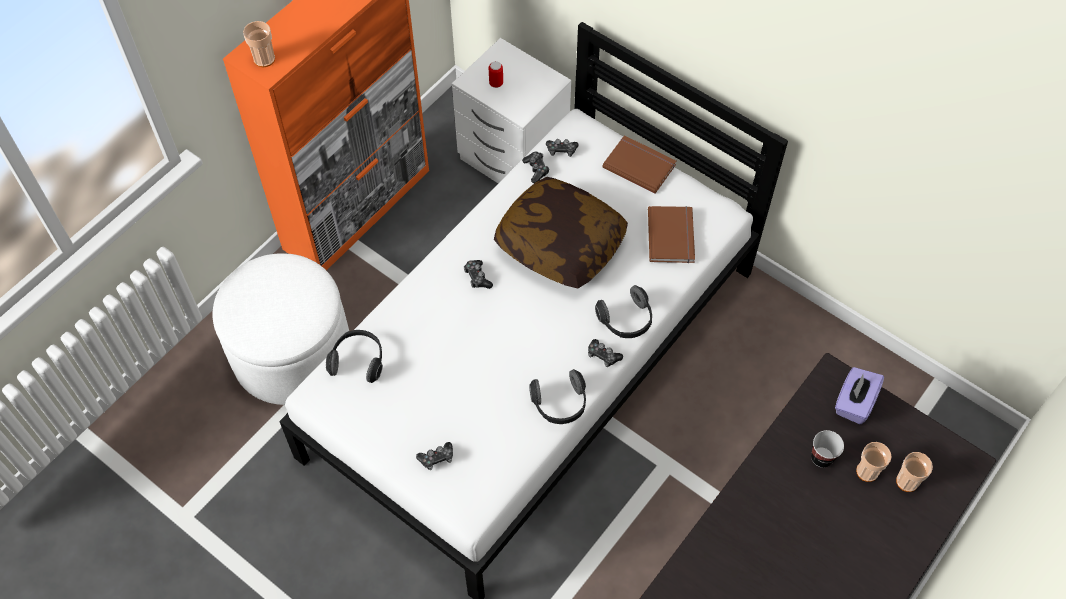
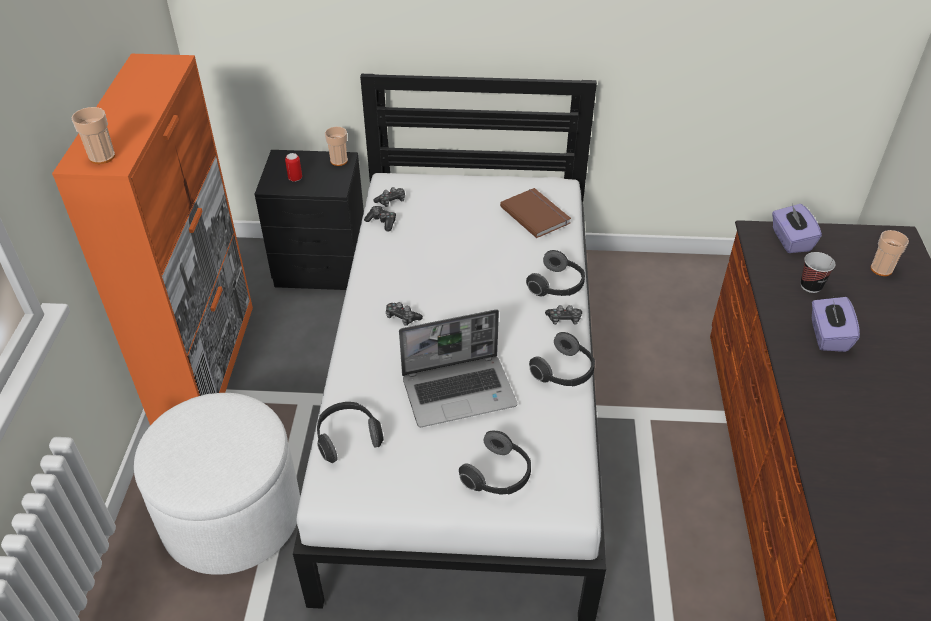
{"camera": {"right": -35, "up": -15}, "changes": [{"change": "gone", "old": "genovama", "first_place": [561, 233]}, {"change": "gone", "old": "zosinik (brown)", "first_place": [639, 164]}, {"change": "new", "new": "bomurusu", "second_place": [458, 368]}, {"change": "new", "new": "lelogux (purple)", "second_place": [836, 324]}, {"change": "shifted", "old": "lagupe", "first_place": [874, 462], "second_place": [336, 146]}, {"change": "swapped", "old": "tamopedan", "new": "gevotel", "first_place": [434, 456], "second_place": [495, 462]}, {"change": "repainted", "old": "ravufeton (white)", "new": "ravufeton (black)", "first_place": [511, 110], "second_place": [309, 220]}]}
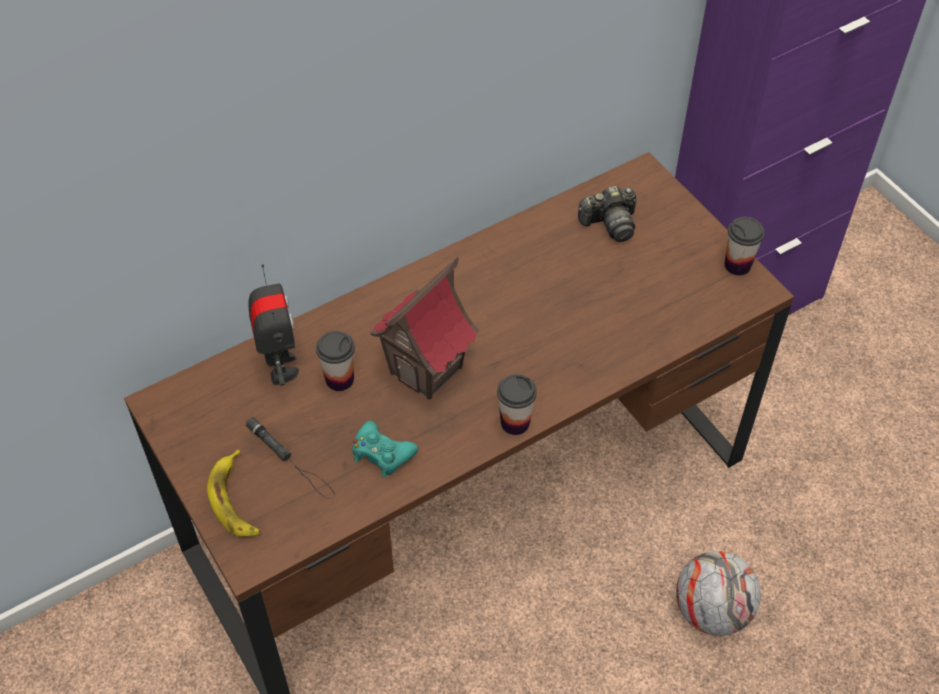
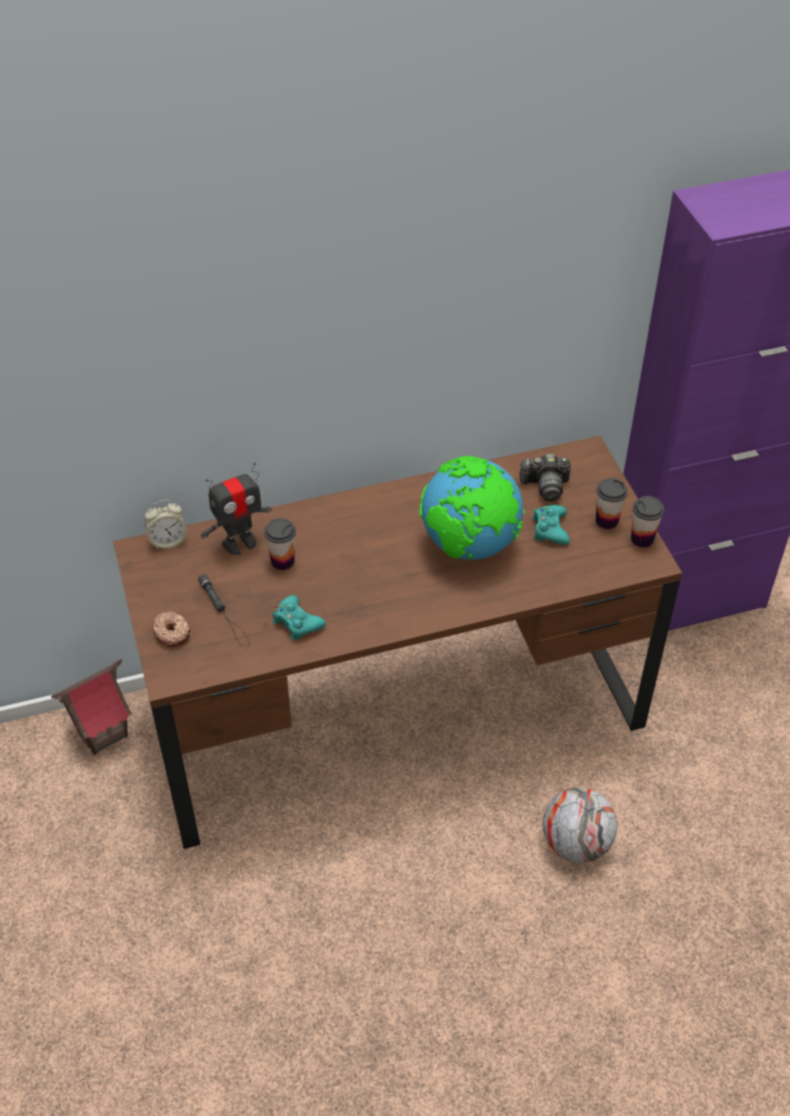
{"camera": {"right": 15, "up": -5}, "changes": [{"change": "new", "new": "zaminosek", "second_place": [166, 524]}, {"change": "new", "new": "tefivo", "second_place": [472, 508]}, {"change": "new", "new": "tamopedan (turquoise)", "second_place": [551, 525]}, {"change": "shifted", "old": "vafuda", "first_place": [424, 328], "second_place": [91, 707]}, {"change": "shifted", "old": "lagupe", "first_place": [517, 404], "second_place": [612, 503]}, {"change": "swapped", "old": "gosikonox", "new": "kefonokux", "first_place": [233, 493], "second_place": [172, 629]}, {"change": "rotated", "old": "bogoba", "first_place": [273, 325], "second_place": [236, 509], "degrees": 60}]}
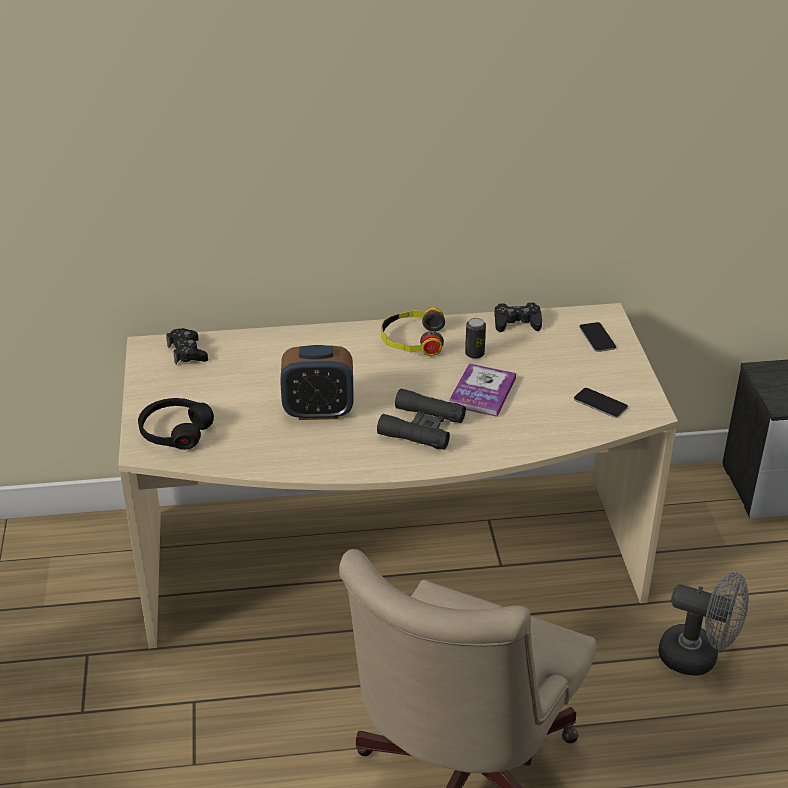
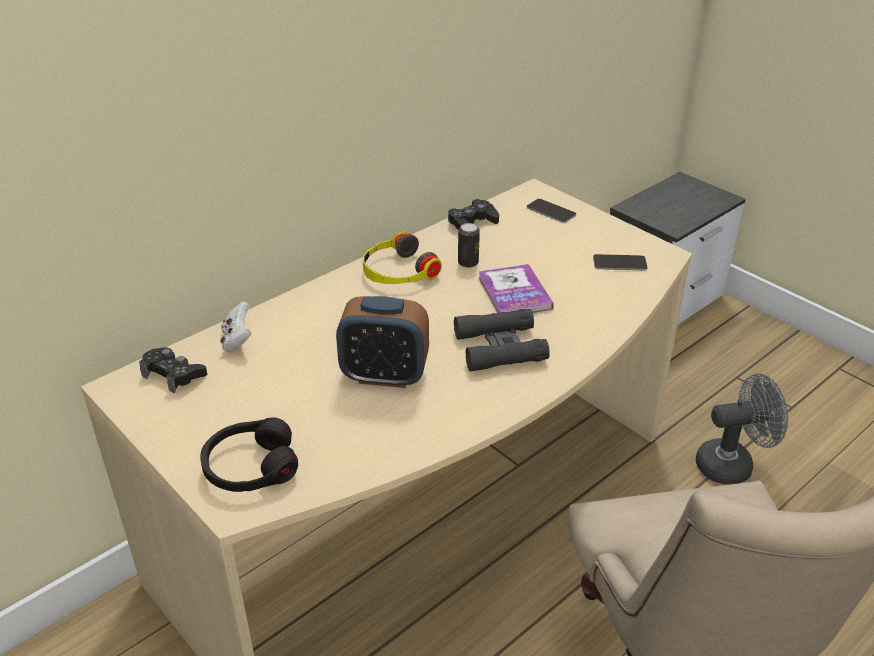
{"camera": {"right": -35, "up": 0}, "changes": [{"change": "new", "new": "tamopedan (white)", "second_place": [236, 326]}, {"change": "rotated", "old": "zaminosek", "first_place": [317, 382], "second_place": [382, 342], "degrees": 45}]}
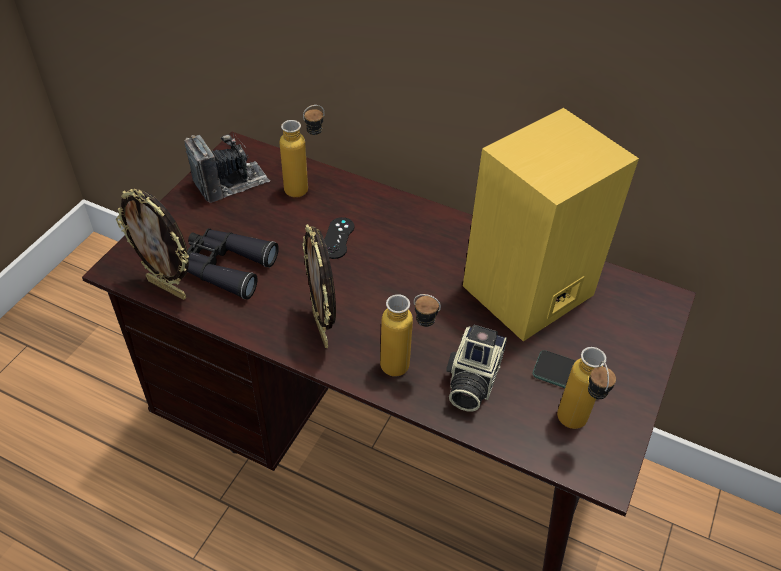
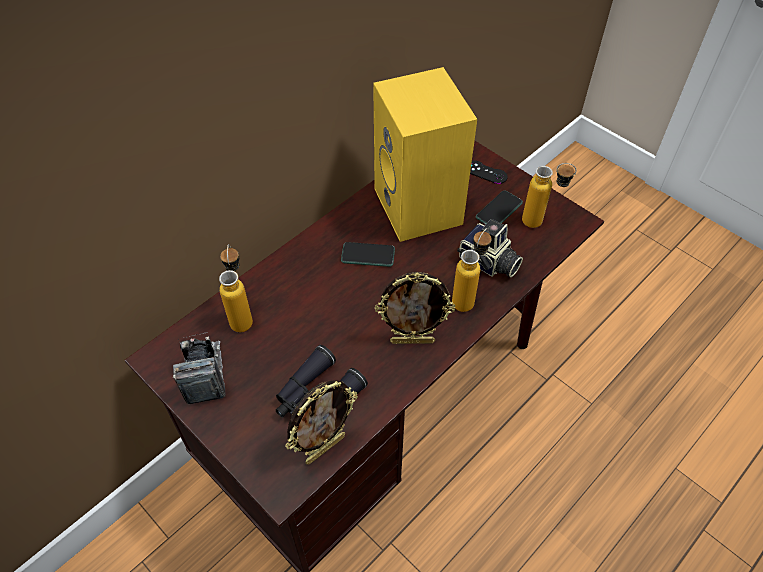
{"camera": {"right": -70, "up": 5}, "changes": [{"change": "new", "new": "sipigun", "second_place": [368, 254]}, {"change": "shifted", "old": "tamopedan (black)", "first_place": [339, 238], "second_place": [489, 172]}]}
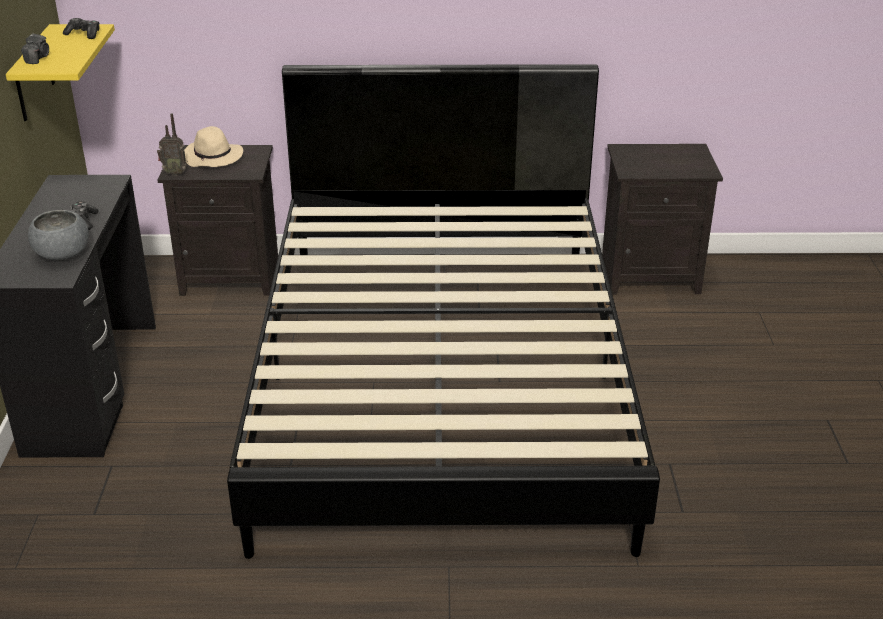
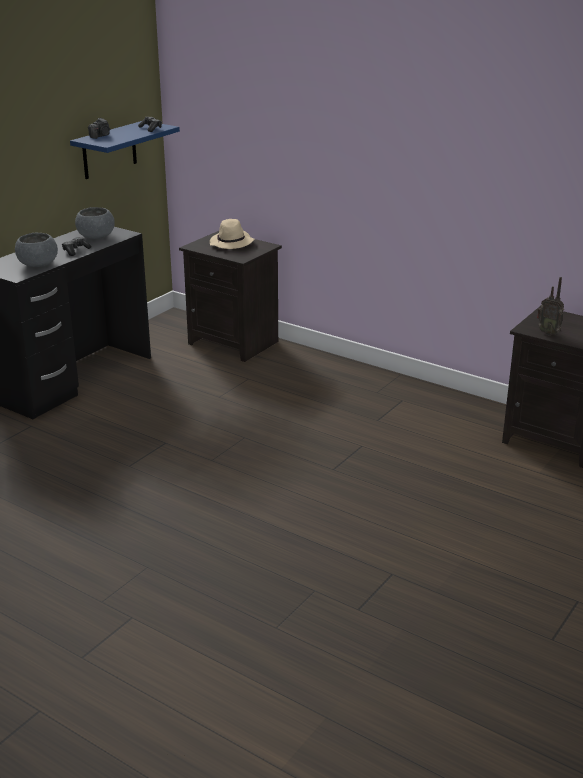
{"camera": {"right": 35, "up": -5}, "changes": [{"change": "gone", "old": "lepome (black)", "first_place": [443, 311]}, {"change": "new", "new": "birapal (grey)", "second_place": [95, 223]}, {"change": "shifted", "old": "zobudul", "first_place": [172, 144], "second_place": [550, 306]}, {"change": "repainted", "old": "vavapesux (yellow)", "new": "vavapesux (blue)", "first_place": [60, 72], "second_place": [125, 150]}]}
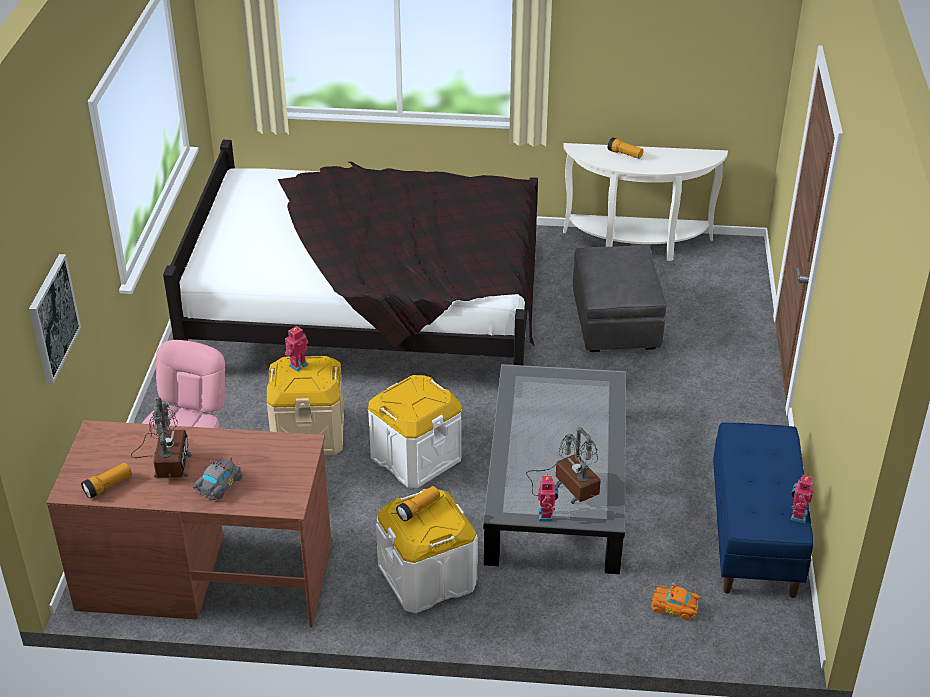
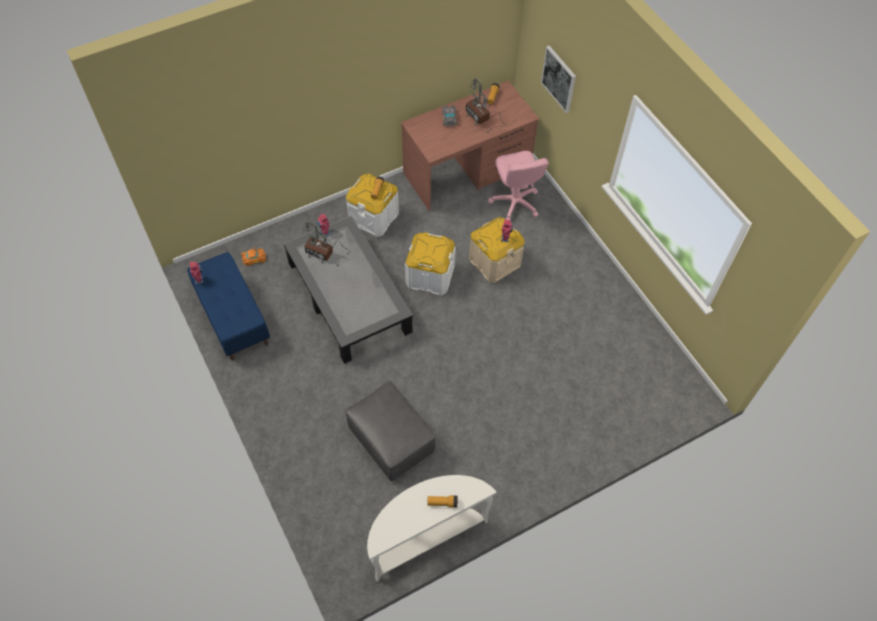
{"camera": {"right": 145, "up": 20}, "changes": [{"change": "gone", "old": "lepome (black)", "first_place": [350, 252]}]}
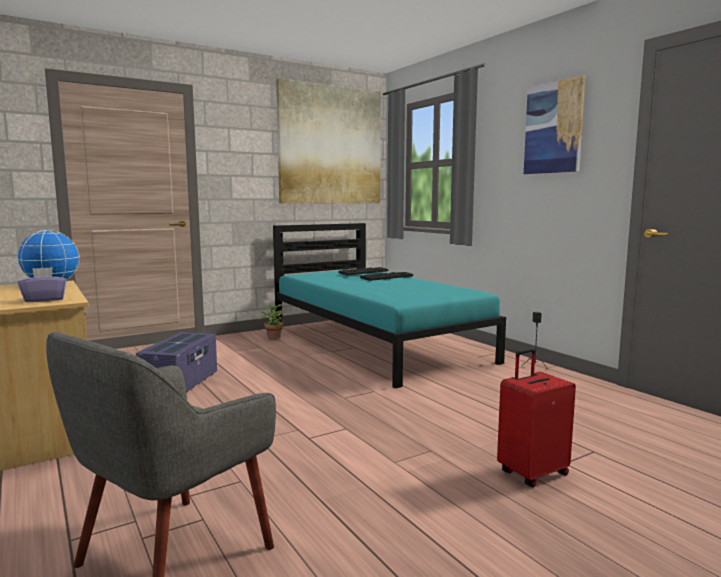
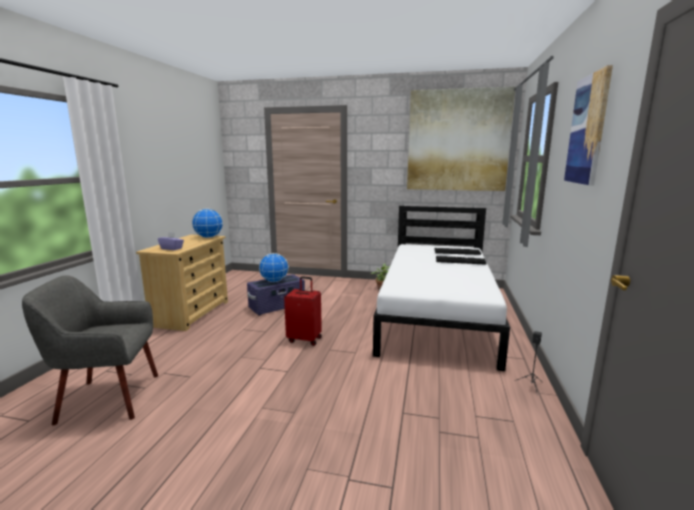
{"camera": {"right": 45, "up": 5}, "changes": [{"change": "new", "new": "tefivo", "second_place": [274, 267]}, {"change": "shifted", "old": "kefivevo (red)", "first_place": [536, 417], "second_place": [303, 311]}, {"change": "repainted", "old": "lepome (turquoise)", "new": "lepome (white)", "first_place": [389, 305], "second_place": [441, 288]}]}
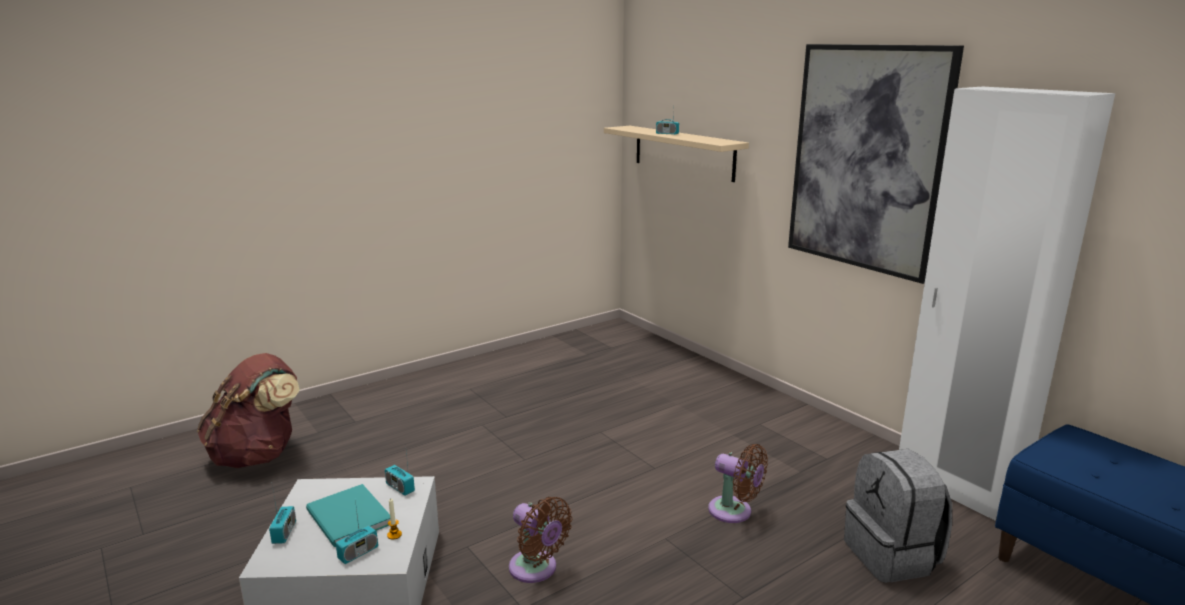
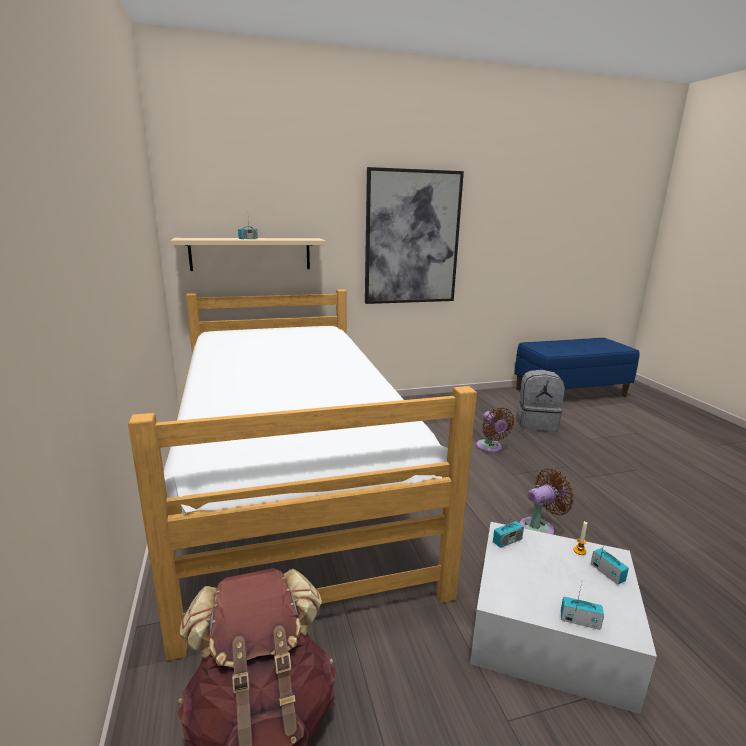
{"camera": {"right": -70, "up": 0}, "changes": [{"change": "gone", "old": "zosinik (turquoise)", "first_place": [348, 515]}, {"change": "gone", "old": "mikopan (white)", "first_place": [1007, 304]}, {"change": "new", "new": "lepome", "second_place": [302, 475]}, {"change": "rotated", "old": "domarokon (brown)", "first_place": [738, 483], "second_place": [495, 430], "degrees": 105}]}
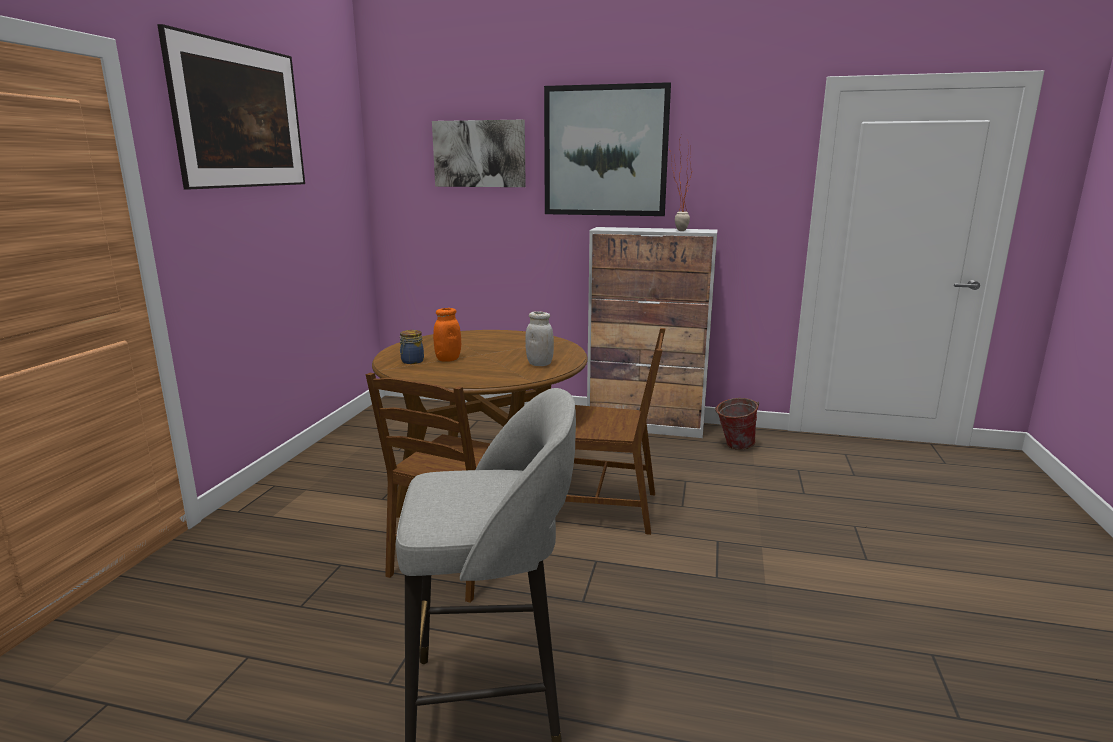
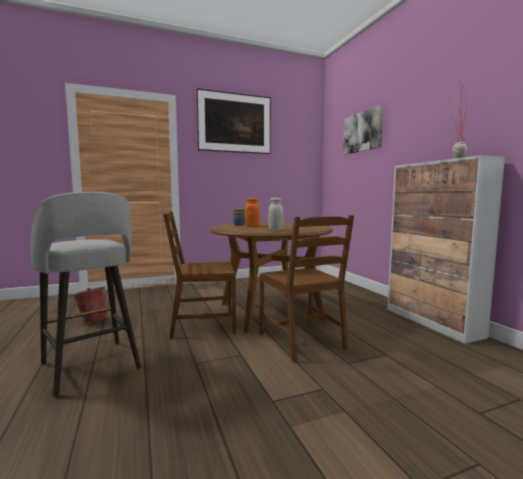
{"camera": {"right": 55, "up": -10}, "changes": [{"change": "gone", "old": "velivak", "first_place": [607, 149]}, {"change": "shifted", "old": "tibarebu", "first_place": [736, 424], "second_place": [90, 305]}]}
